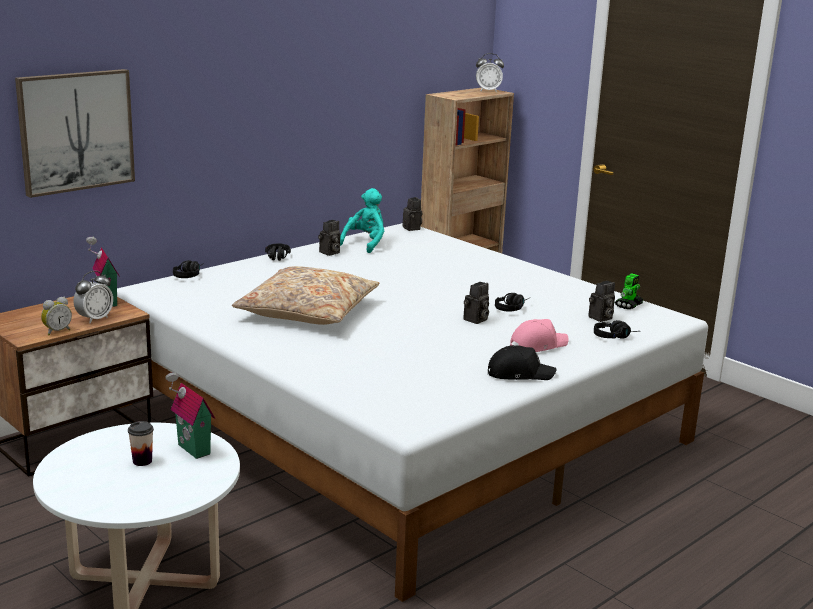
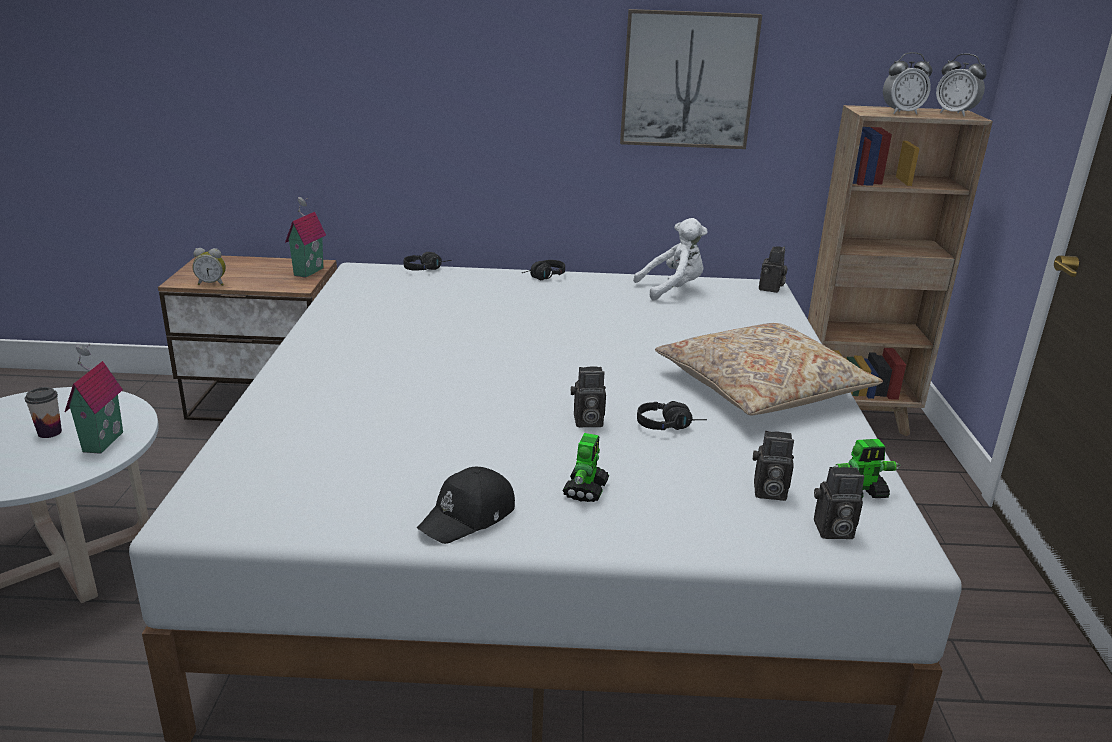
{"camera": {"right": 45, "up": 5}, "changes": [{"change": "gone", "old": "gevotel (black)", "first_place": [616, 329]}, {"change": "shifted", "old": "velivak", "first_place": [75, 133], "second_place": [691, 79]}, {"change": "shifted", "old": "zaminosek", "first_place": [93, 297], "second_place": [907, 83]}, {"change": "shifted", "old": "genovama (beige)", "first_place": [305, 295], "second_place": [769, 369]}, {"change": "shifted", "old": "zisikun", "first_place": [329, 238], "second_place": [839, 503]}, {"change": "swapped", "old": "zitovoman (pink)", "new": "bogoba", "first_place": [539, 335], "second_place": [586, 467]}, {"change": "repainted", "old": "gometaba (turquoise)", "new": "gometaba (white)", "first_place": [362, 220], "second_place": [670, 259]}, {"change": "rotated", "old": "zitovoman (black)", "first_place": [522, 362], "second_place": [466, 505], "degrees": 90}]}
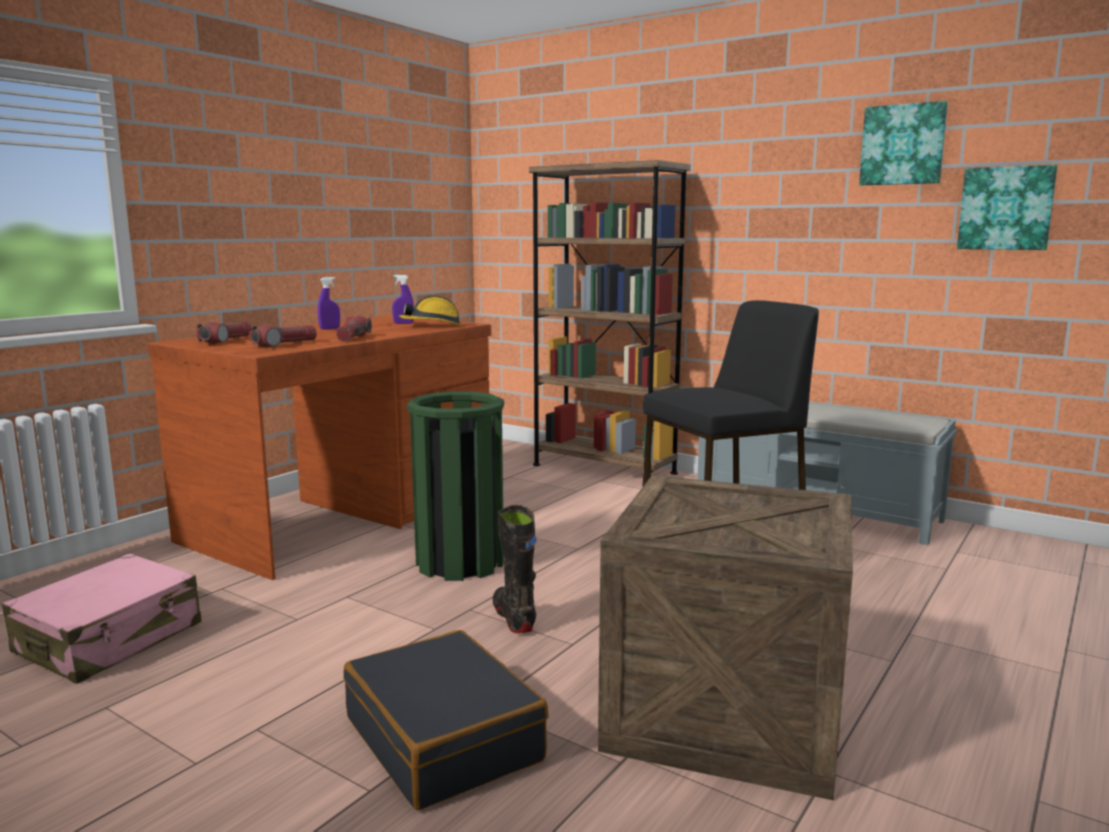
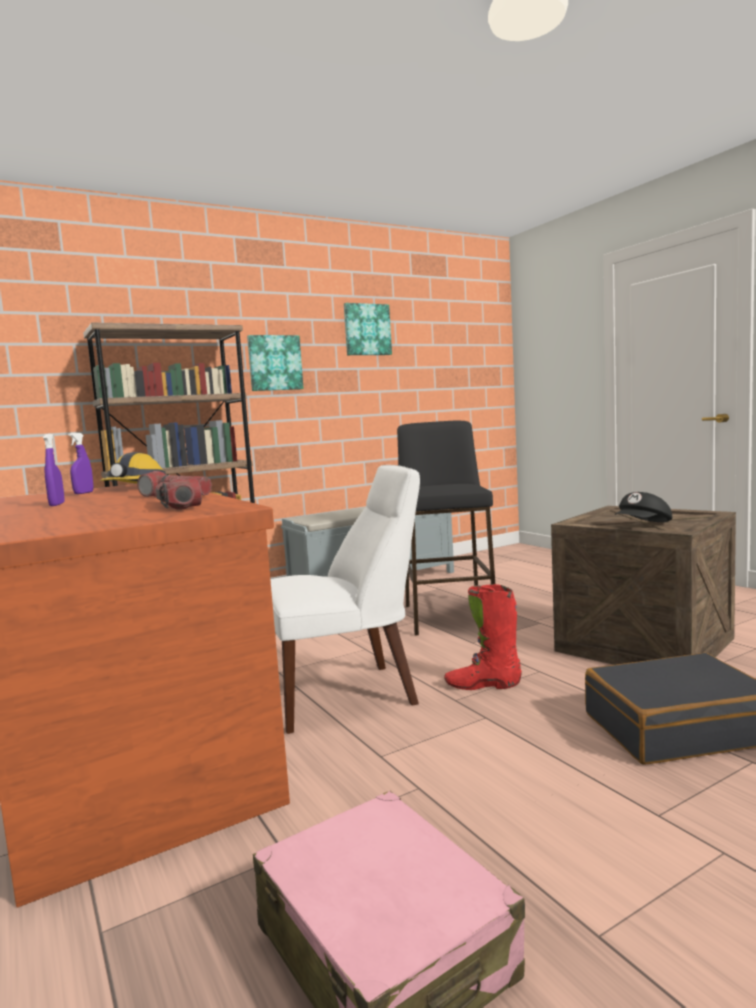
{"camera": {"right": -65, "up": -5}, "changes": [{"change": "gone", "old": "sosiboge", "first_place": [224, 333]}, {"change": "new", "new": "zitovoman (black)", "second_place": [643, 507]}, {"change": "shifted", "old": "velivak", "first_place": [1007, 207], "second_place": [275, 363]}, {"change": "swapped", "old": "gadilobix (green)", "new": "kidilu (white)", "first_place": [455, 486], "second_place": [345, 599]}, {"change": "repainted", "old": "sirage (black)", "new": "sirage (red)", "first_place": [515, 569], "second_place": [483, 637]}]}
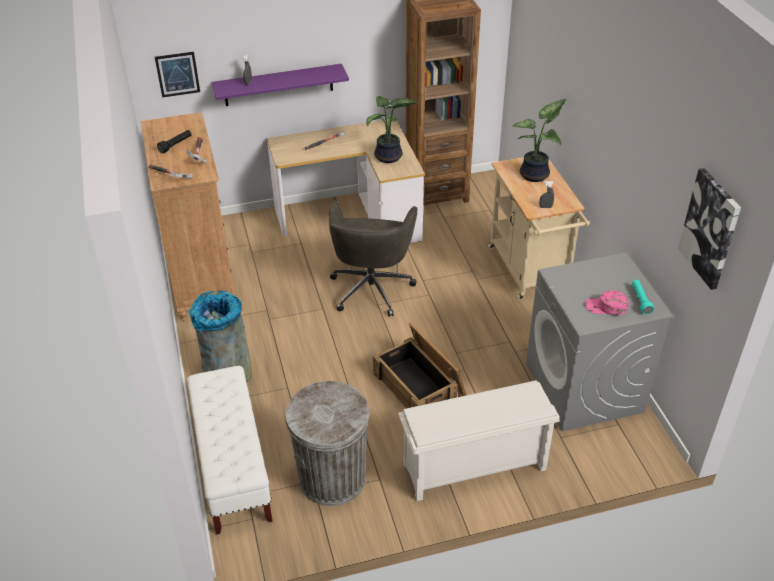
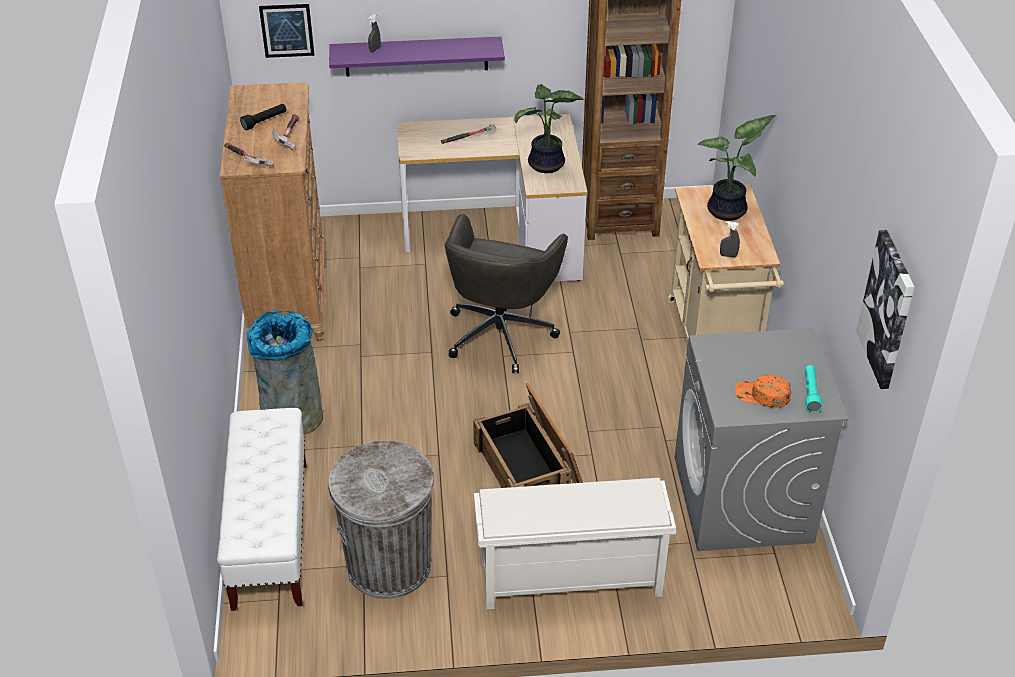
{"camera": {"right": 10, "up": 0}, "changes": [{"change": "repainted", "old": "zitovoman (pink)", "new": "zitovoman (orange)", "first_place": [607, 302], "second_place": [763, 391]}]}
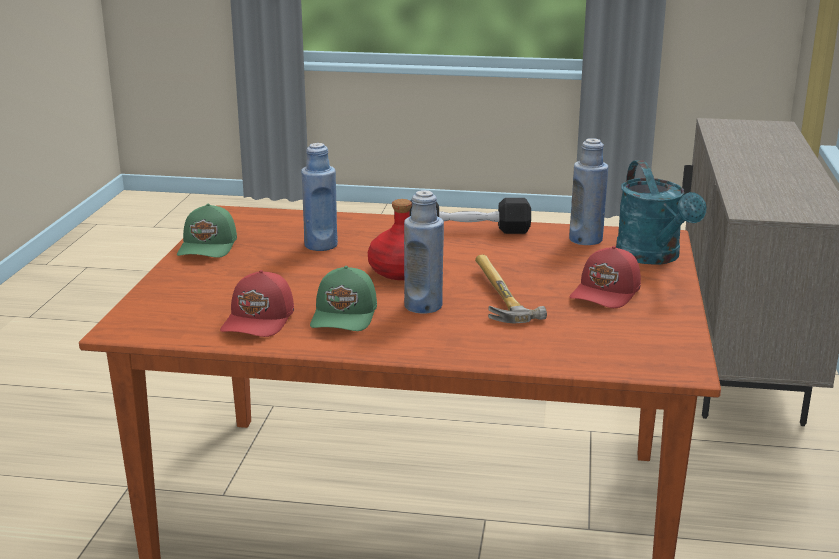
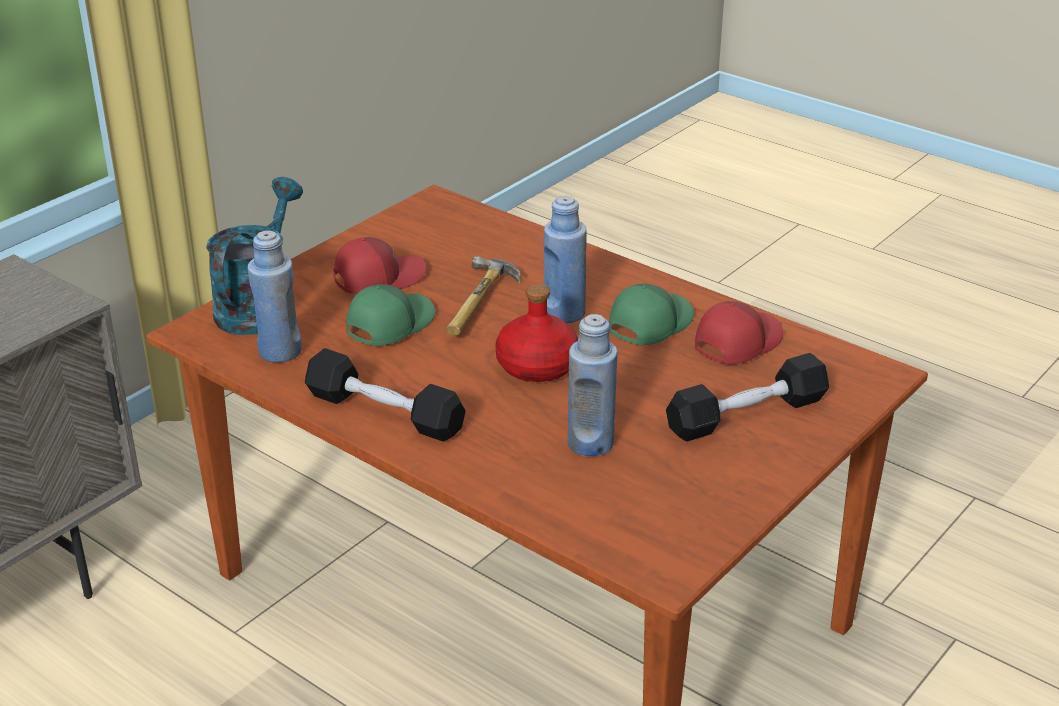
{"camera": {"right": -150, "up": 10}, "changes": [{"change": "new", "new": "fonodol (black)", "second_place": [747, 397]}, {"change": "shifted", "old": "zitovoman (green)", "first_place": [207, 231], "second_place": [390, 315]}]}
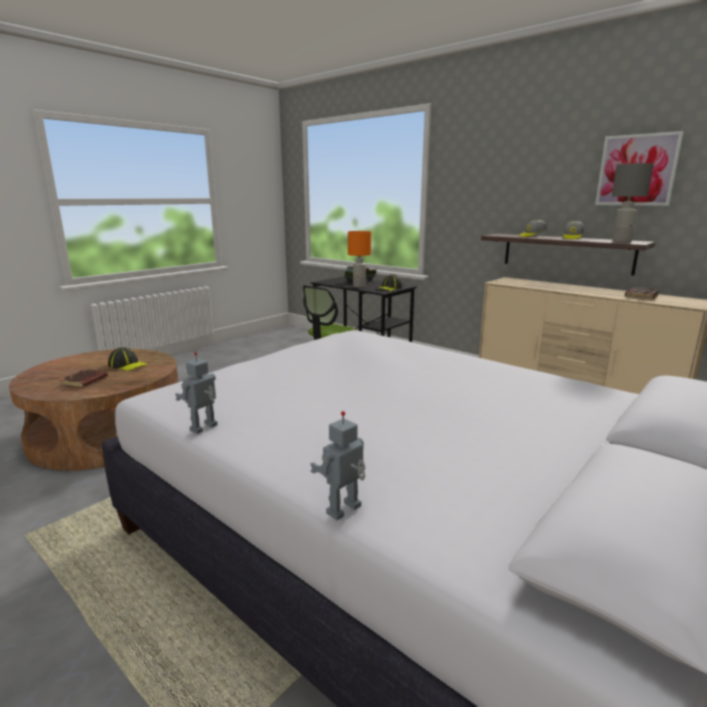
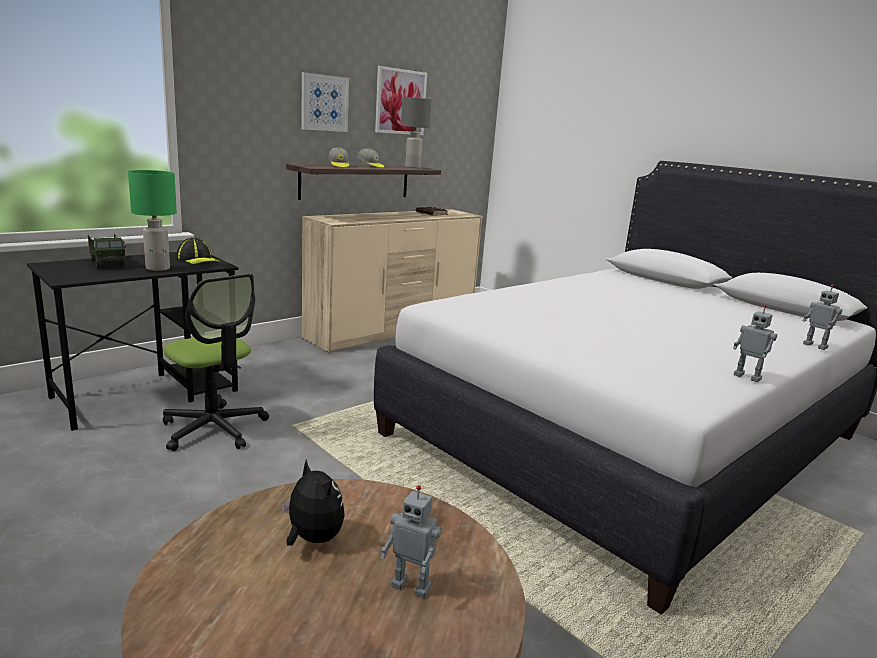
{"camera": {"right": -85, "up": 0}, "changes": [{"change": "new", "new": "velivak", "second_place": [325, 102]}, {"change": "swapped", "old": "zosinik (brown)", "new": "bogoba", "first_place": [84, 378], "second_place": [411, 541]}, {"change": "swapped", "old": "zitovoman", "new": "gometaba", "first_place": [128, 359], "second_place": [313, 502]}, {"change": "repainted", "old": "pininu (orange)", "new": "pininu (green)", "first_place": [359, 259], "second_place": [152, 220]}]}
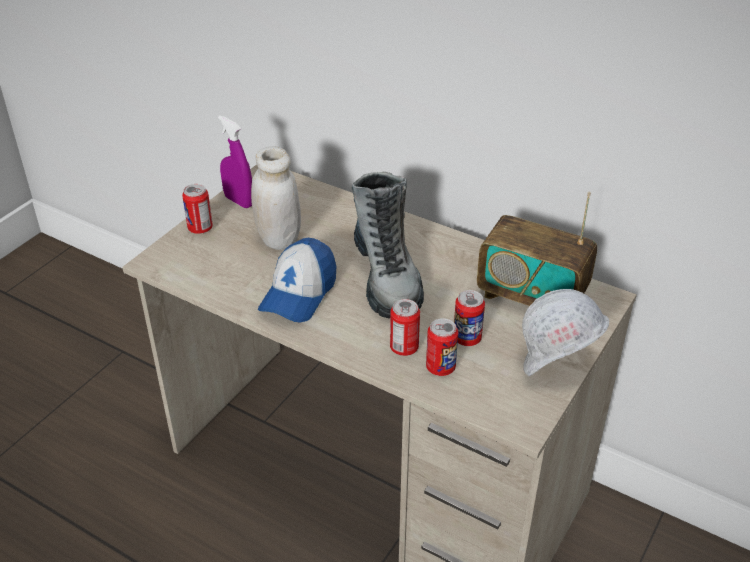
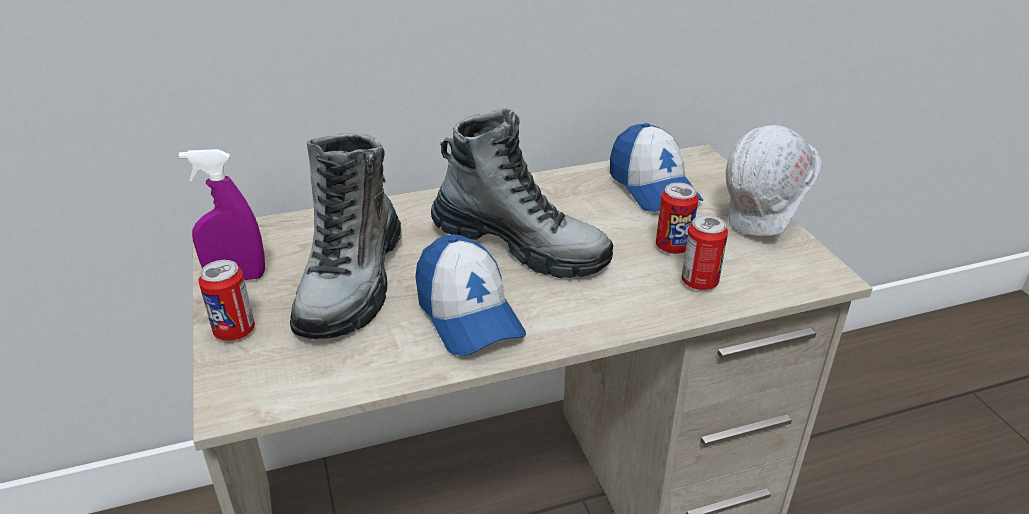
{"camera": {"right": -50, "up": -5}, "changes": [{"change": "gone", "old": "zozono", "first_place": [405, 327]}, {"change": "swapped", "old": "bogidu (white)", "new": "sirage", "first_place": [276, 198], "second_place": [345, 236]}, {"change": "swapped", "old": "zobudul", "new": "zitovoman", "first_place": [537, 249], "second_place": [656, 167]}]}
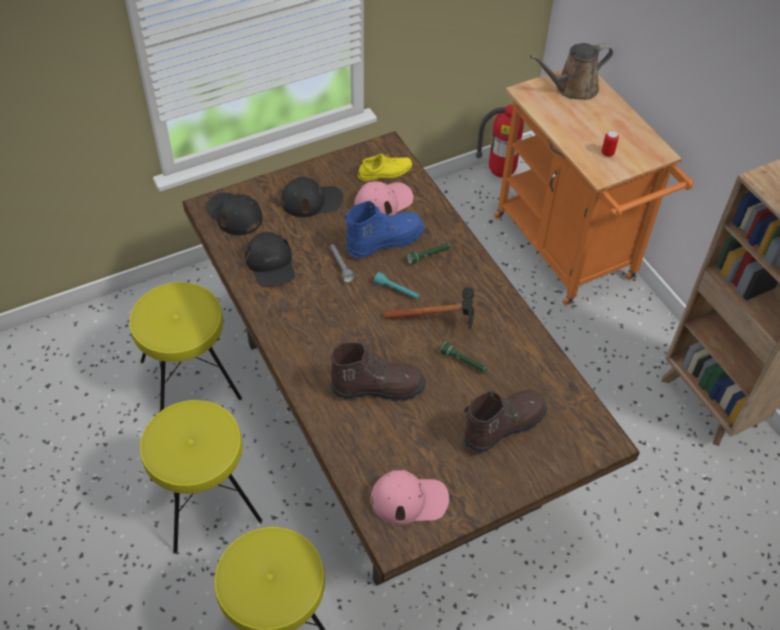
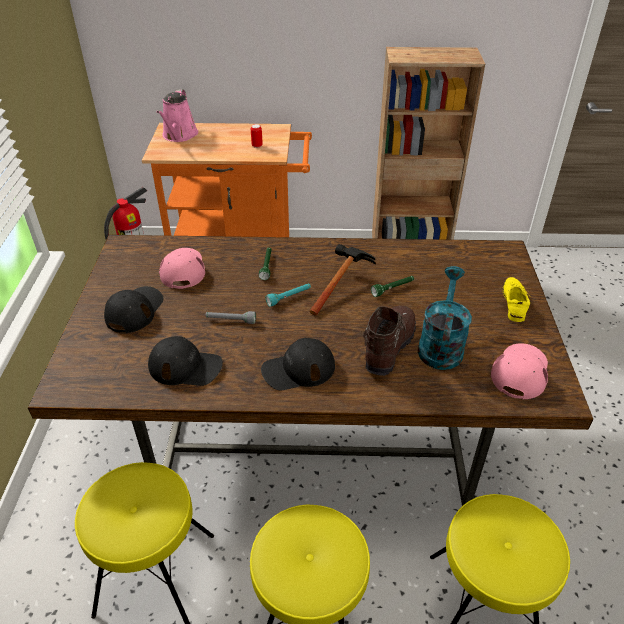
{"camera": {"right": -60, "up": -10}, "changes": [{"change": "gone", "old": "sirage (blue)", "first_place": [384, 229]}, {"change": "gone", "old": "sirage (brown)", "first_place": [505, 421]}, {"change": "new", "new": "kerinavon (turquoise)", "second_place": [445, 318]}, {"change": "shifted", "old": "zitovoman (black)", "first_place": [234, 213], "second_place": [298, 364]}, {"change": "shifted", "old": "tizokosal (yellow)", "first_place": [385, 167], "second_place": [517, 299]}, {"change": "repainted", "old": "kerinavon (brown)", "new": "kerinavon (pink)", "first_place": [571, 71], "second_place": [177, 115]}]}
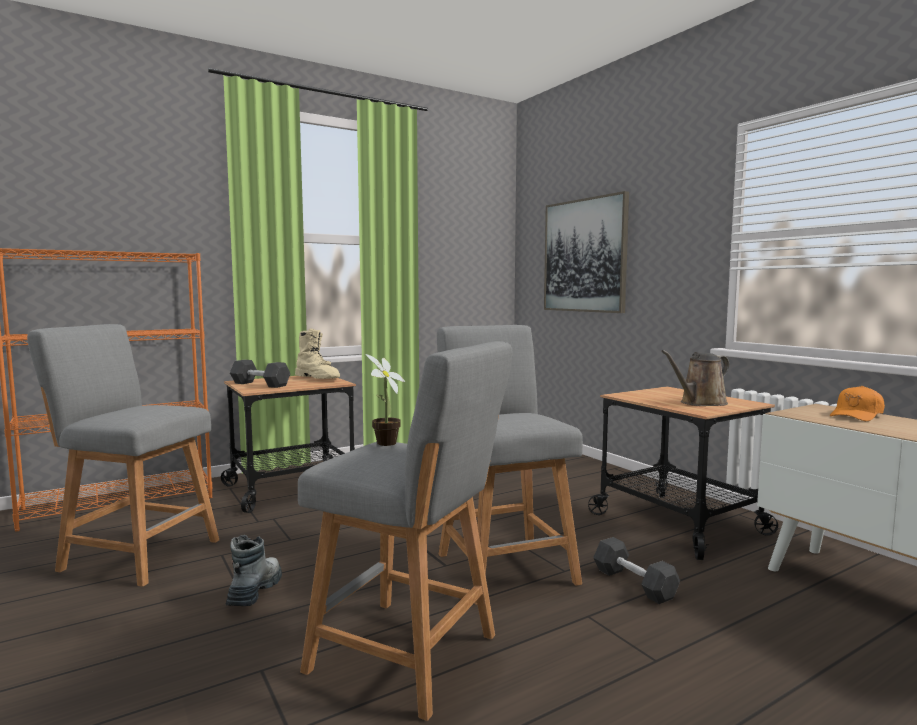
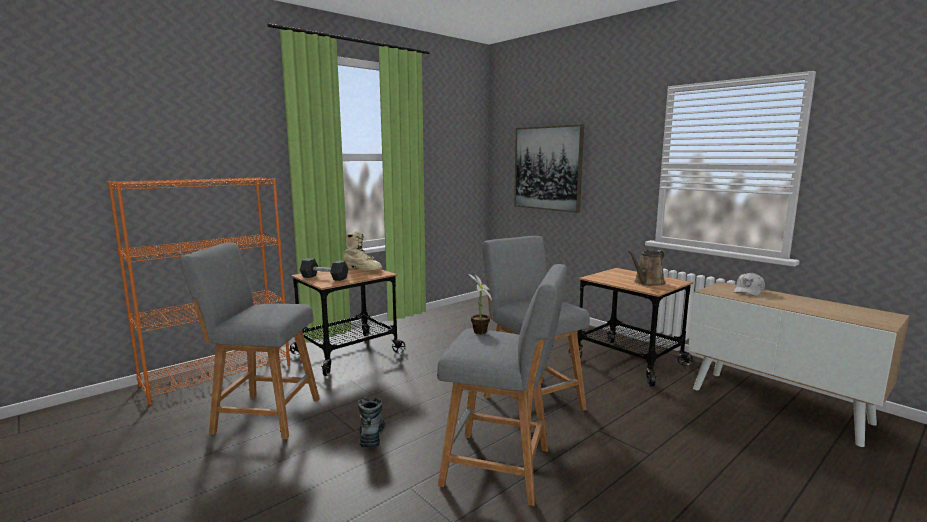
{"camera": {"right": -10, "up": 5}, "changes": [{"change": "gone", "old": "fonodol (grey)", "first_place": [636, 570]}, {"change": "repainted", "old": "zitovoman (orange)", "new": "zitovoman (white)", "first_place": [857, 403], "second_place": [749, 284]}]}
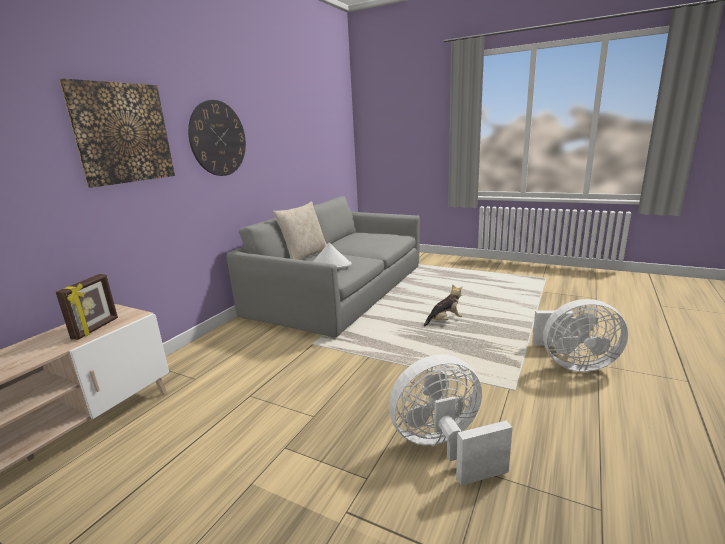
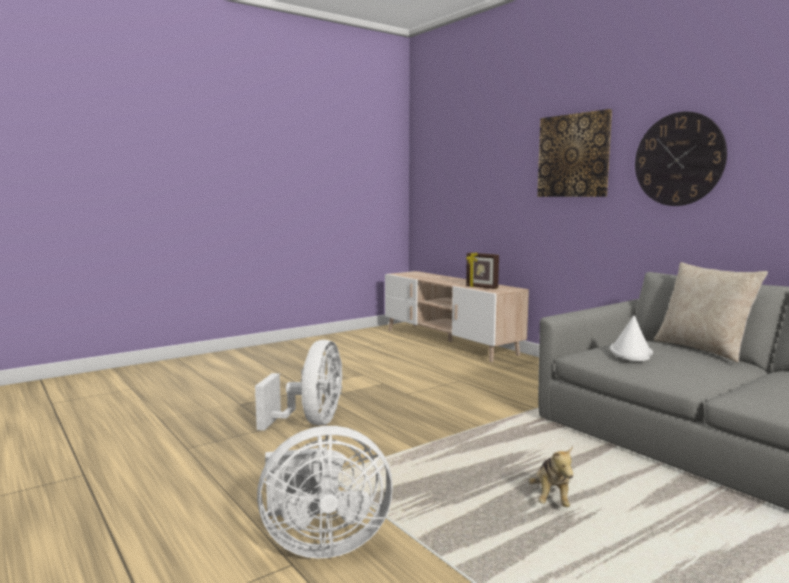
{"camera": {"right": 115, "up": -10}, "changes": [{"change": "rotated", "old": "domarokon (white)", "first_place": [580, 335], "second_place": [325, 492], "degrees": -135}]}
